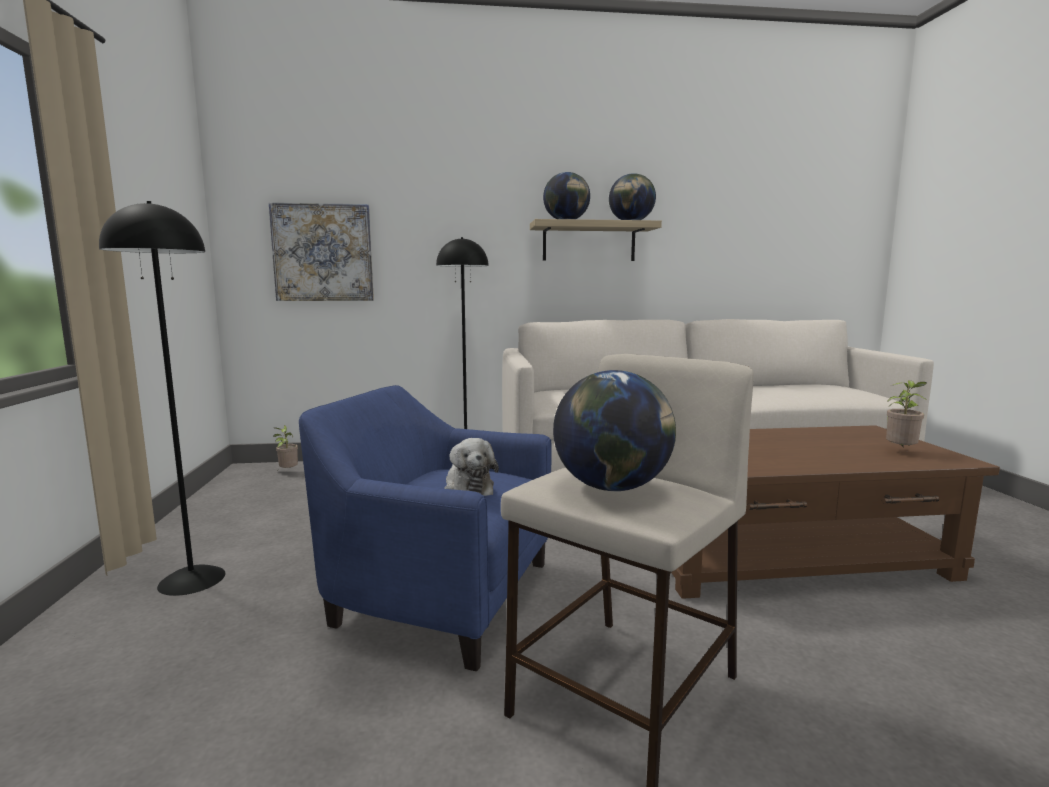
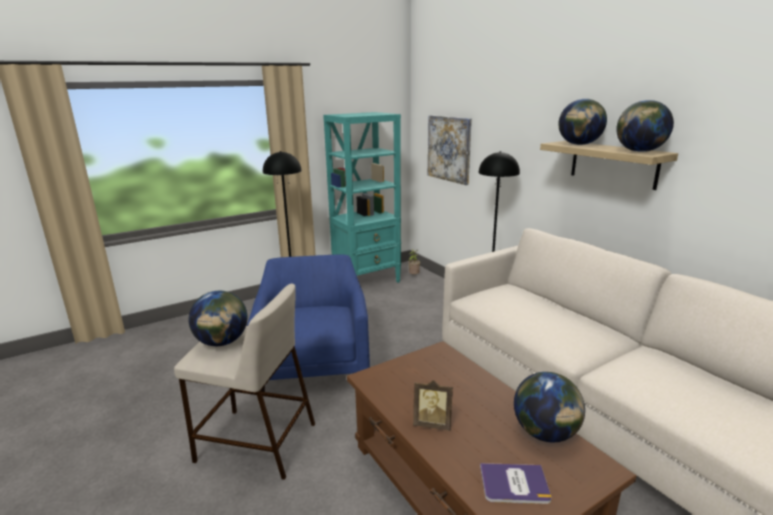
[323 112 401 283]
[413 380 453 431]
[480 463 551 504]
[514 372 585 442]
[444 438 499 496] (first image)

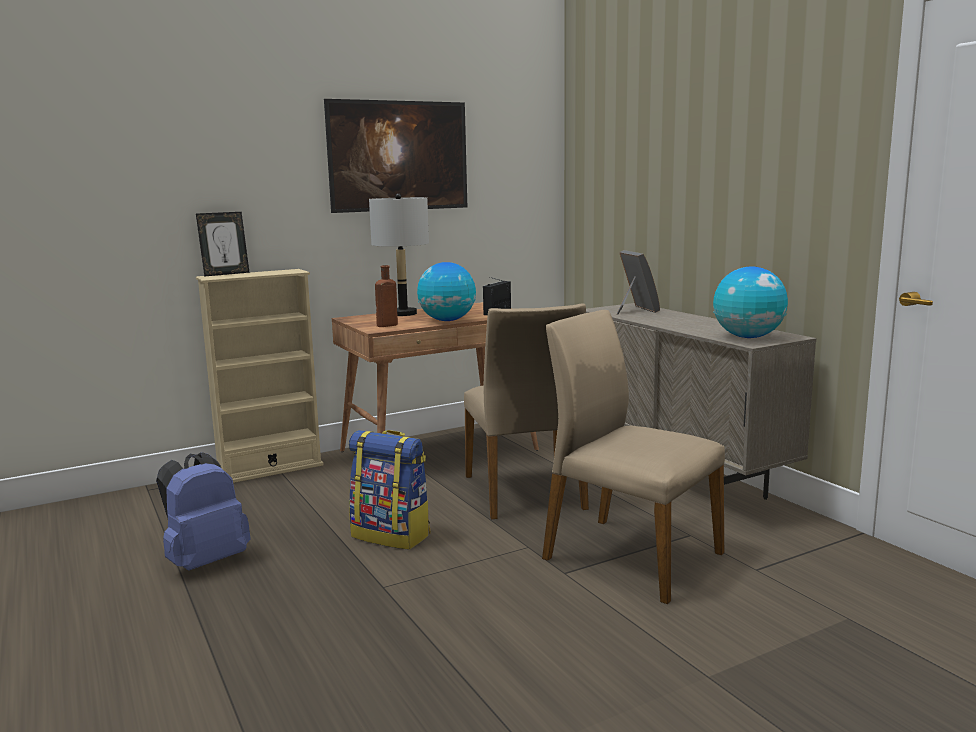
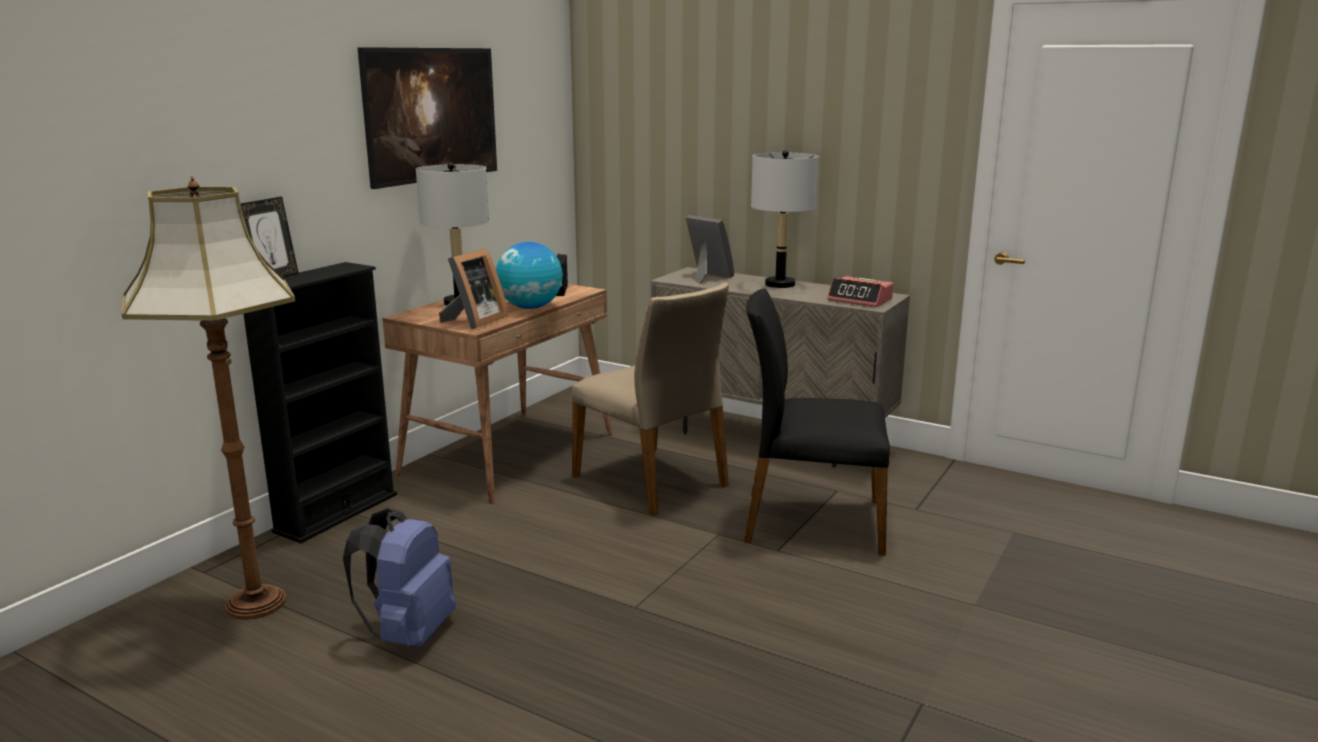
[121 176 295 620]
[243 262 397 543]
[439 248 508 329]
[744 289 890 556]
[751 150 819 288]
[827 276 893 307]
[349 430 430 550] (first image)

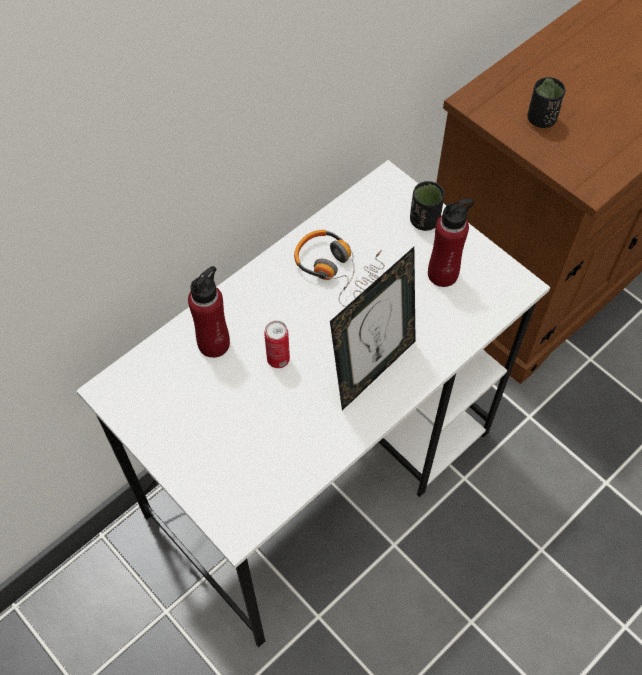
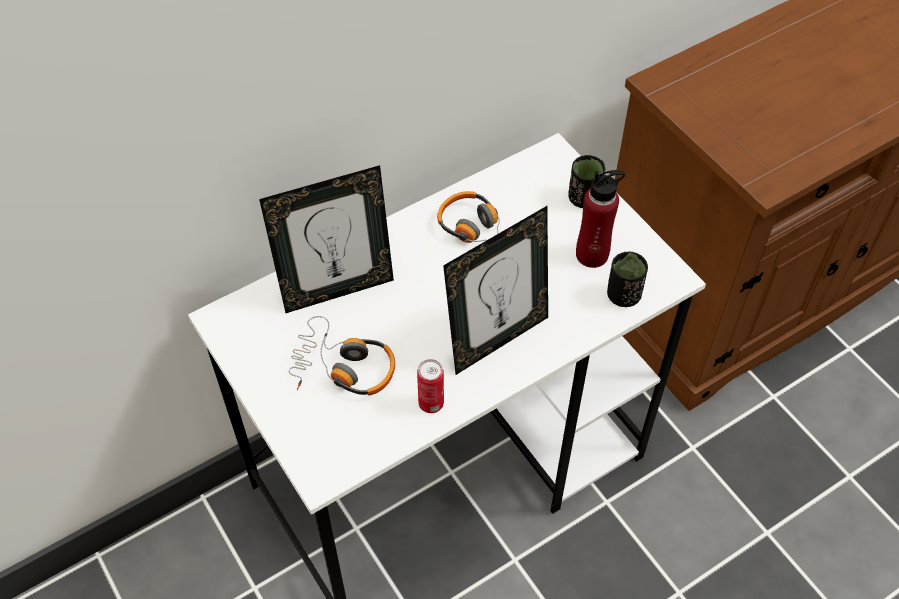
[259 165 394 313]
[289 316 395 395]
[417 359 444 413]
[607 251 648 307]

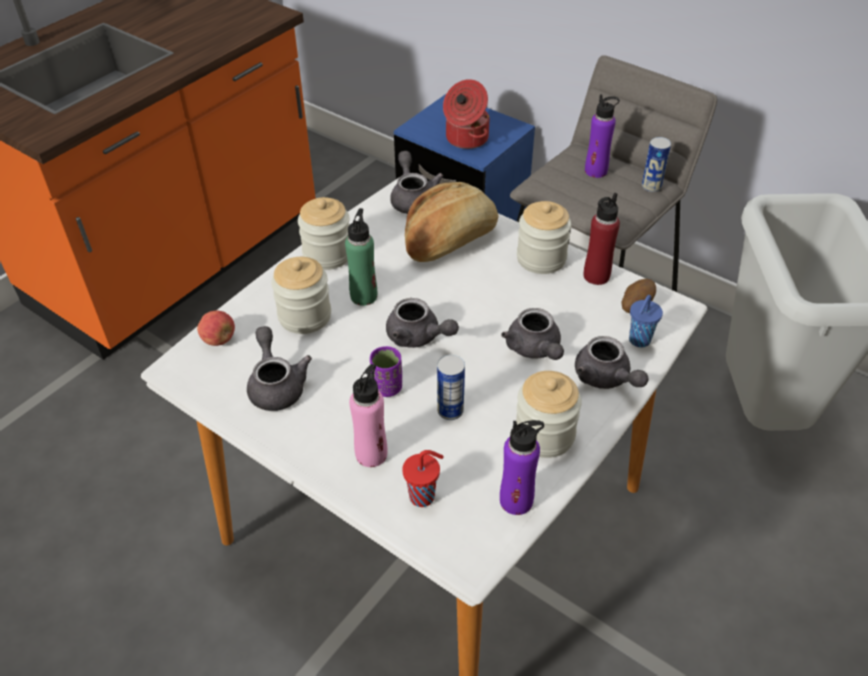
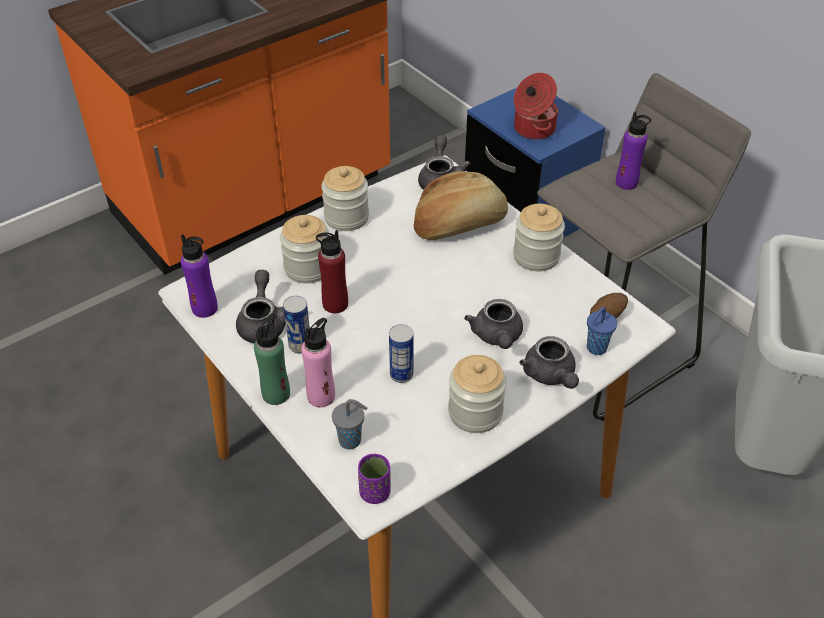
[181 234 218 318]
[254 314 290 405]
[283 296 310 353]
[316 230 348 313]
[332 399 367 449]
[358 454 391 504]
[197 311 235 346] (first image)
[386 298 459 348] (first image)

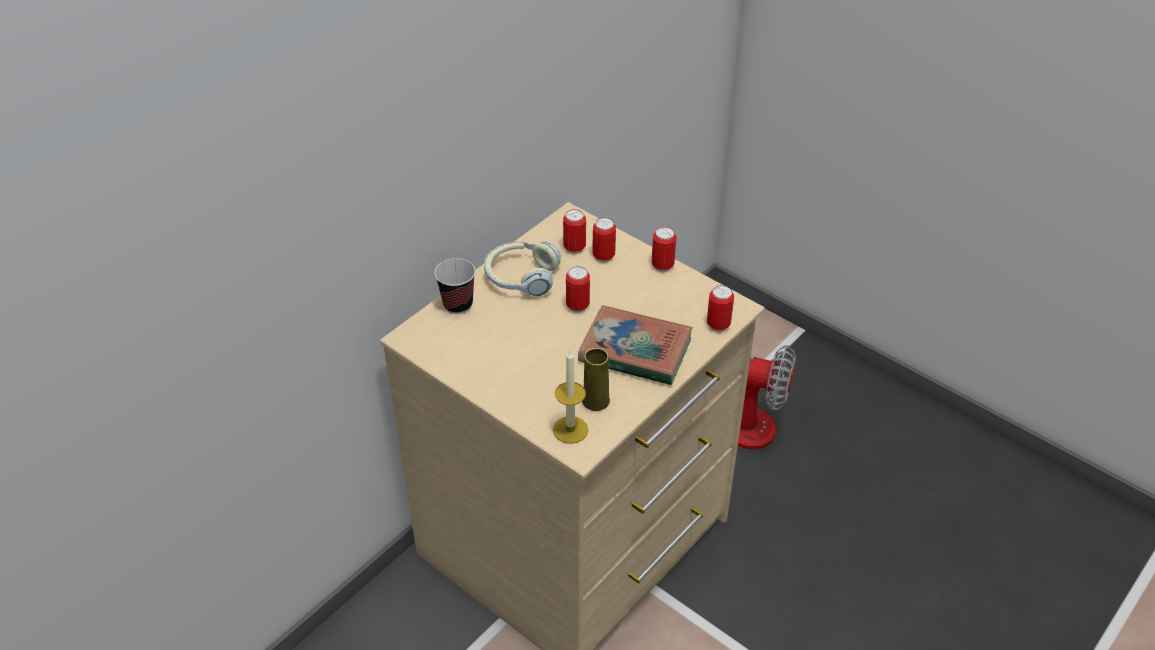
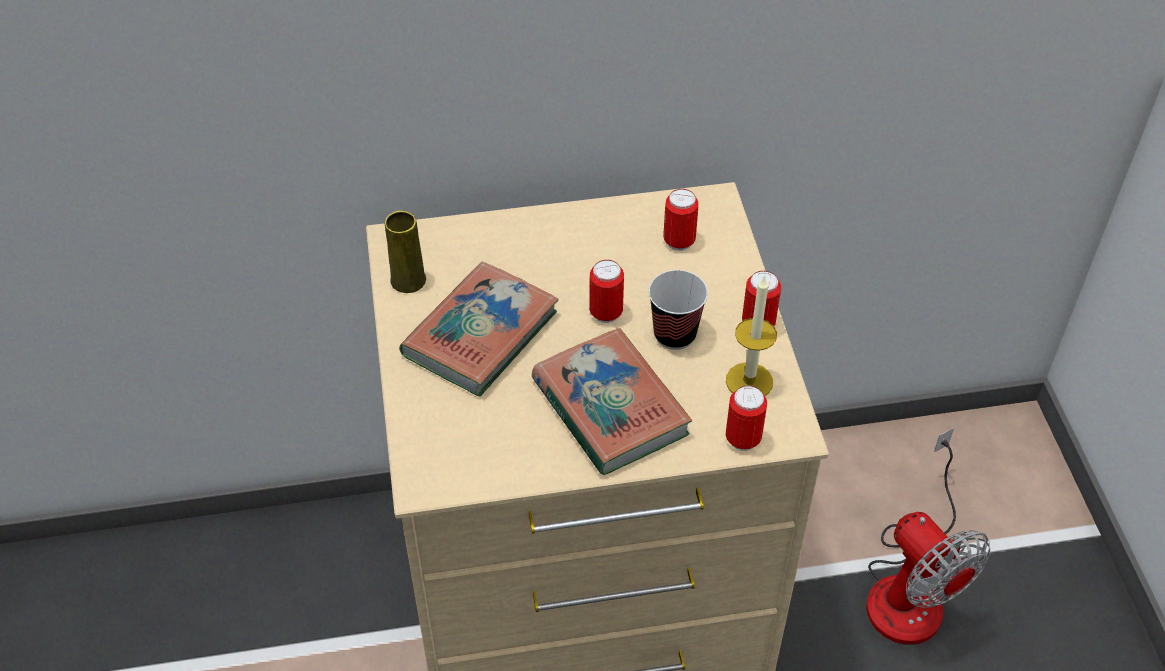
[385 211 426 293]
[399 262 559 396]
[648 270 708 350]
[726 275 777 396]
[484 242 561 296] (first image)
[592 218 616 262] (first image)

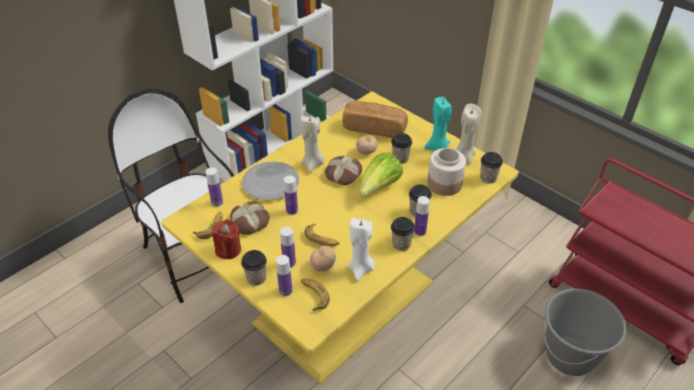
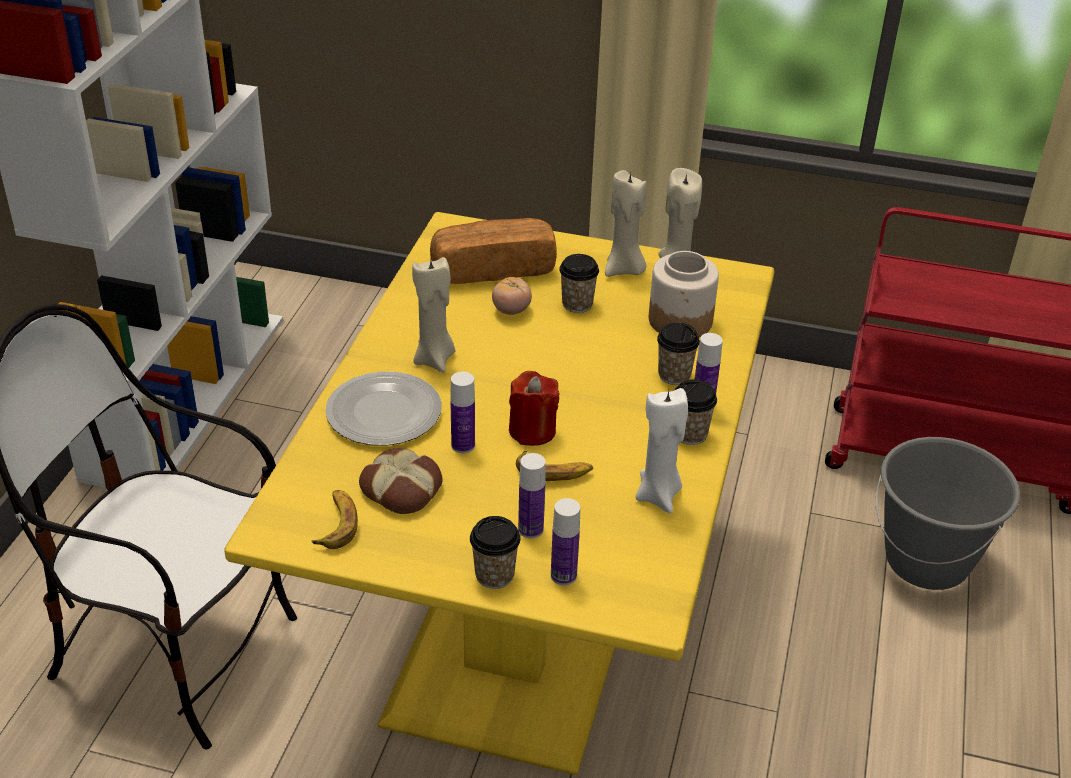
[509 371 559 446]
[605 170 647 277]
[206 167 223 207] (first image)
[300 278 330 311] (first image)
[310 246 336 271] (first image)
[325 156 362 186] (first image)
[360 153 403 197] (first image)
[480 152 503 184] (first image)

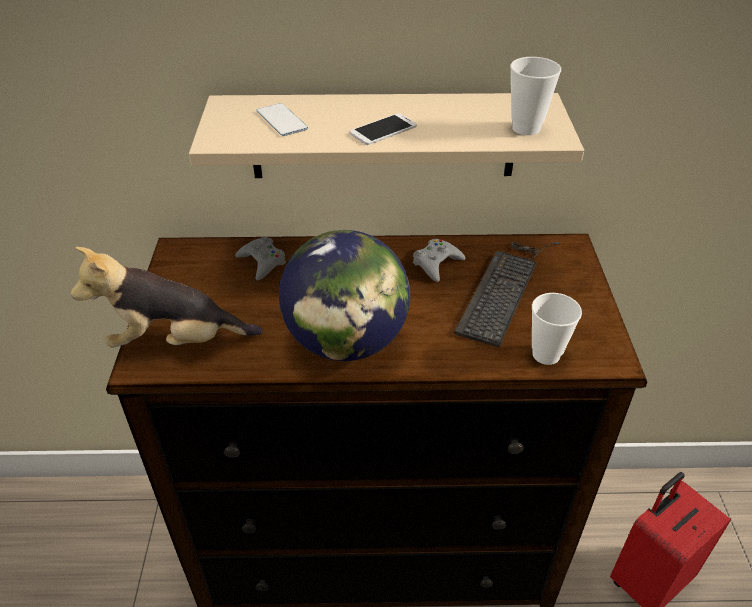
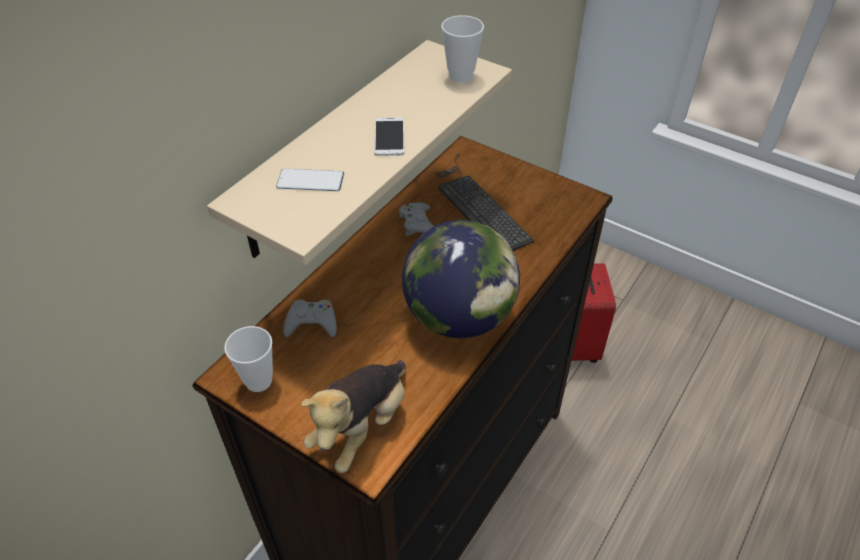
[224 326 273 392]

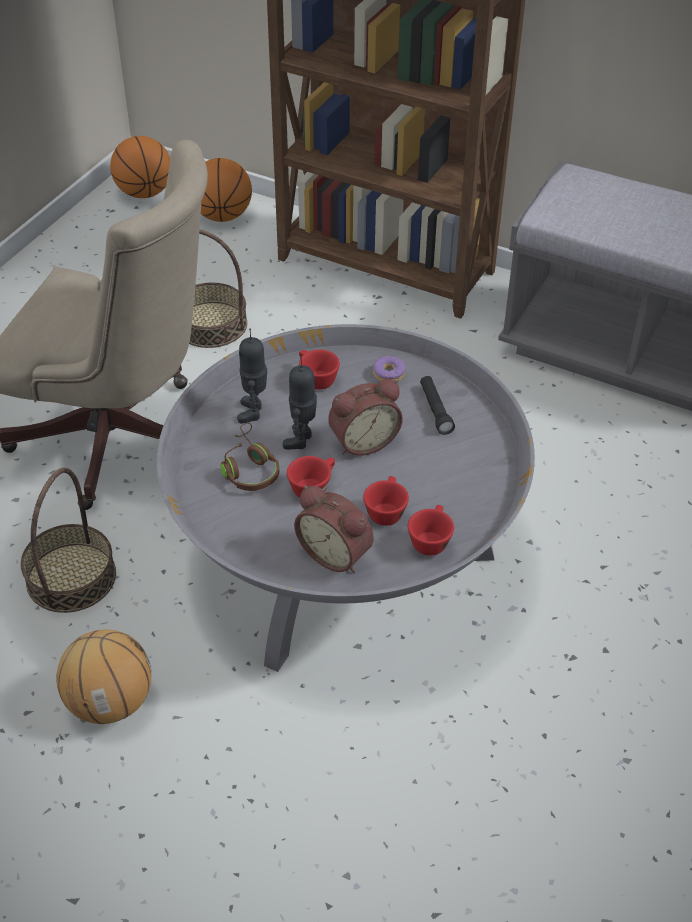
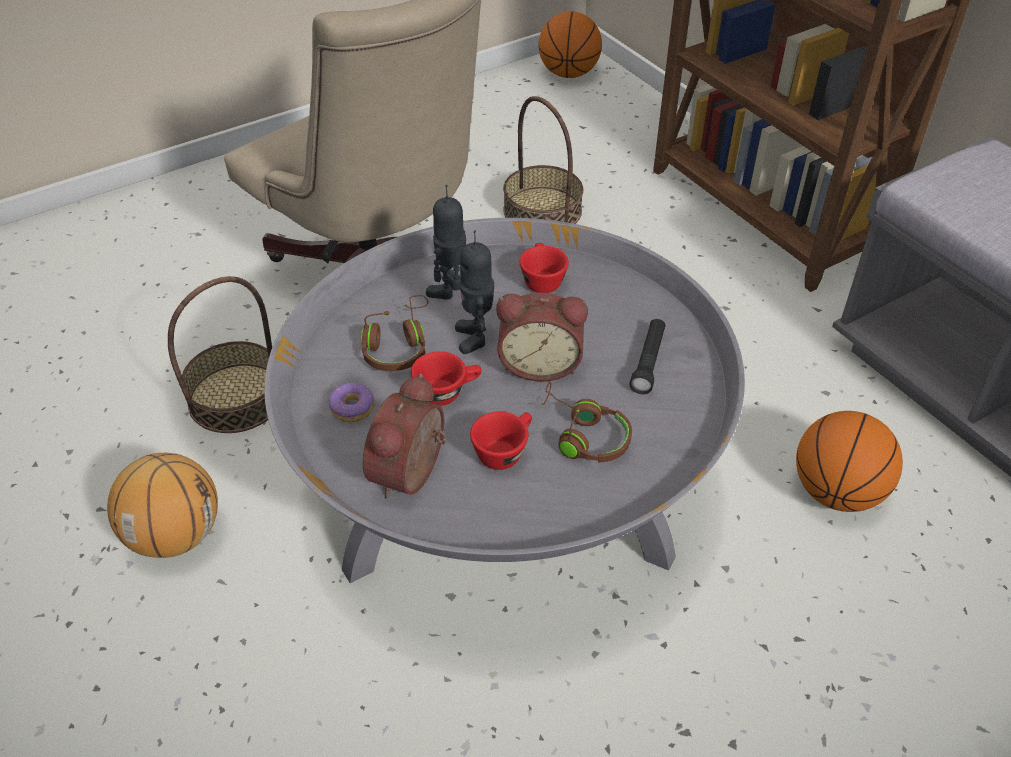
[328 383 375 422]
[363 374 446 499]
[455 230 494 354]
[541 382 632 463]
[796 411 903 512]
[408 505 454 555] (first image)

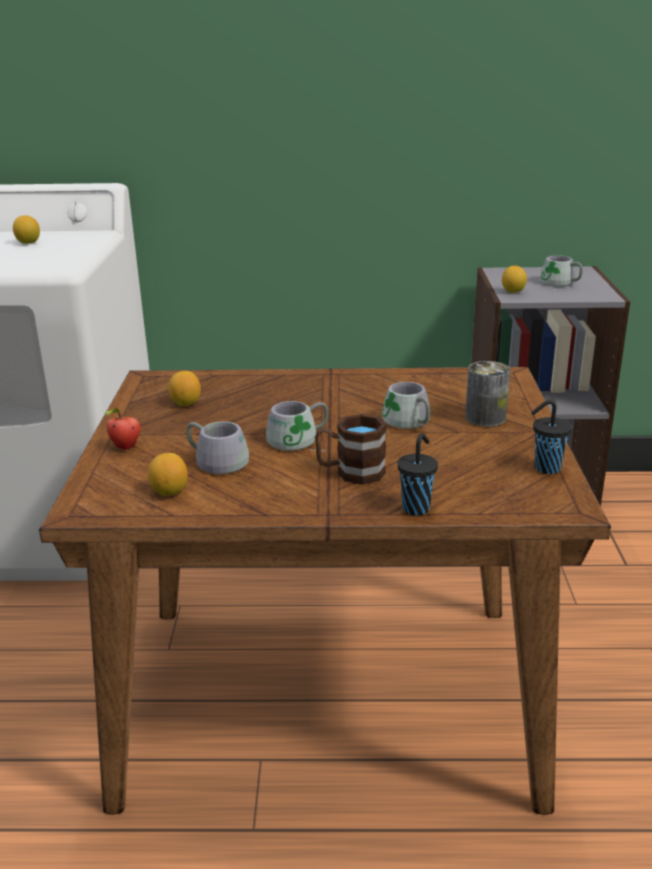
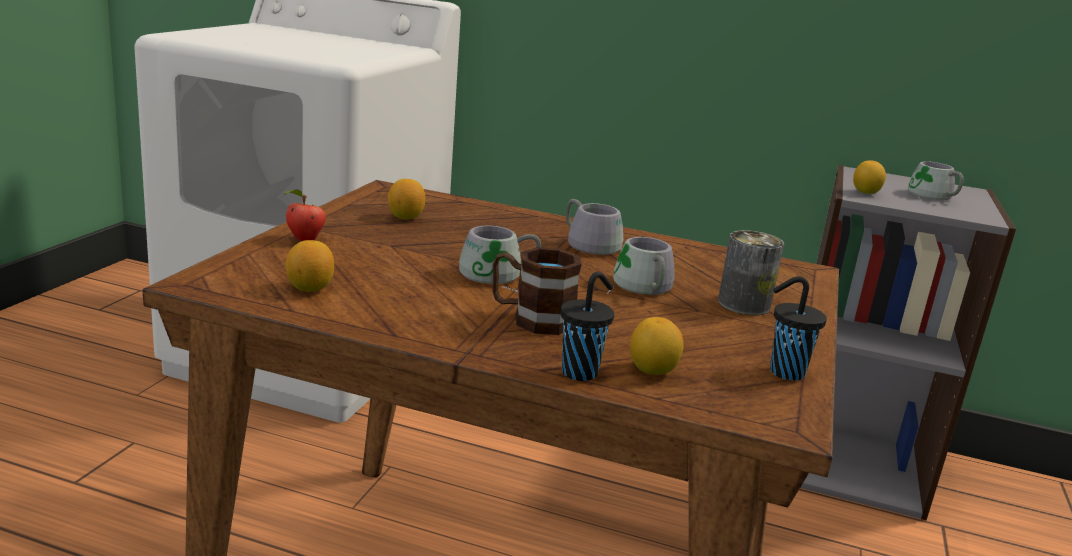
[566 199 623 255]
[630 317 684 375]

